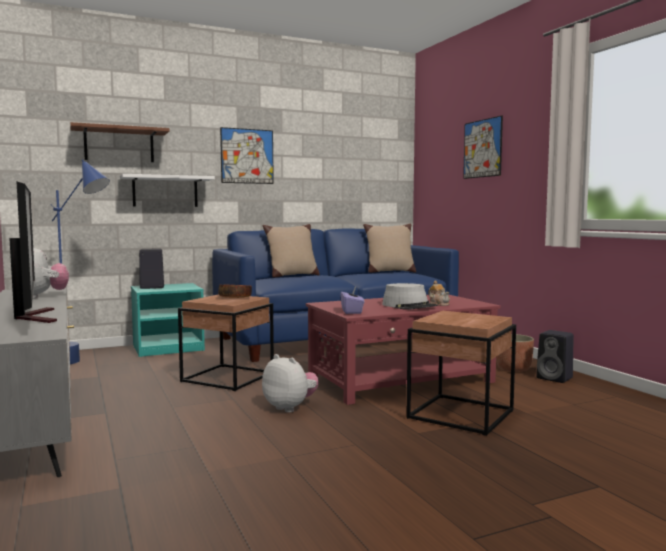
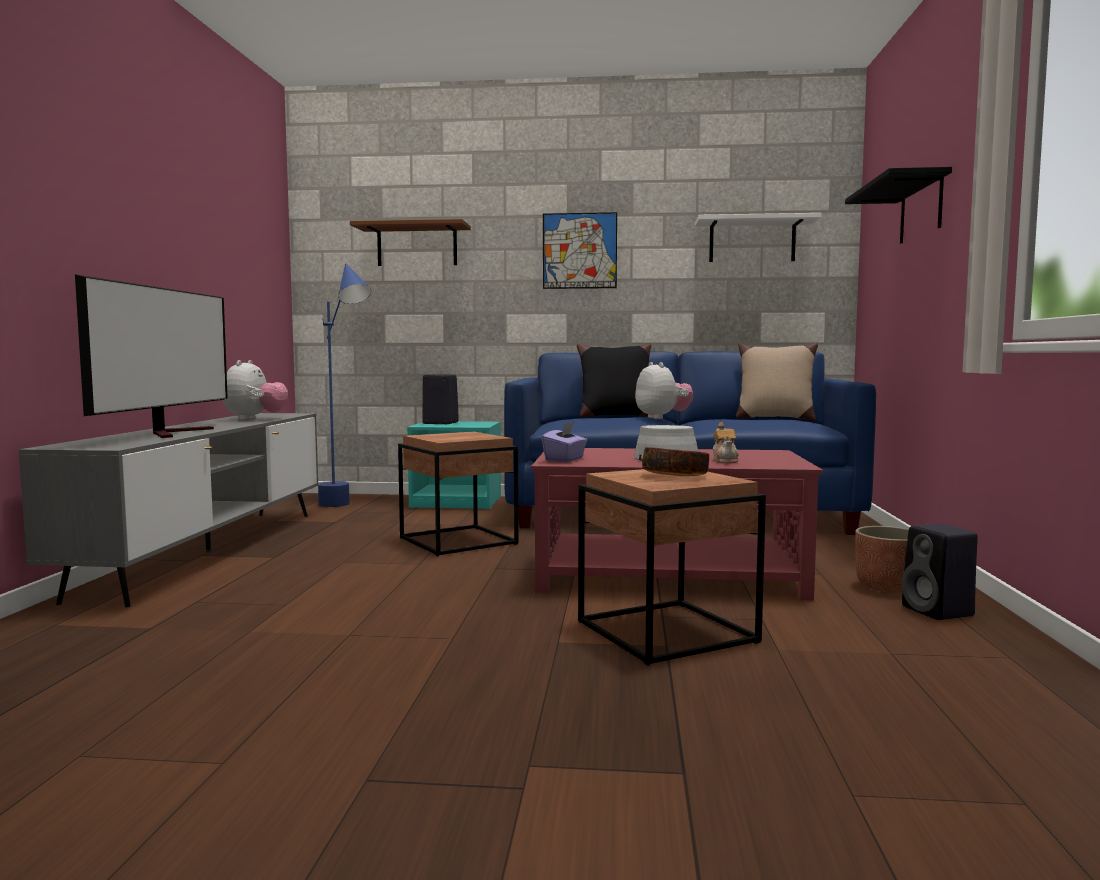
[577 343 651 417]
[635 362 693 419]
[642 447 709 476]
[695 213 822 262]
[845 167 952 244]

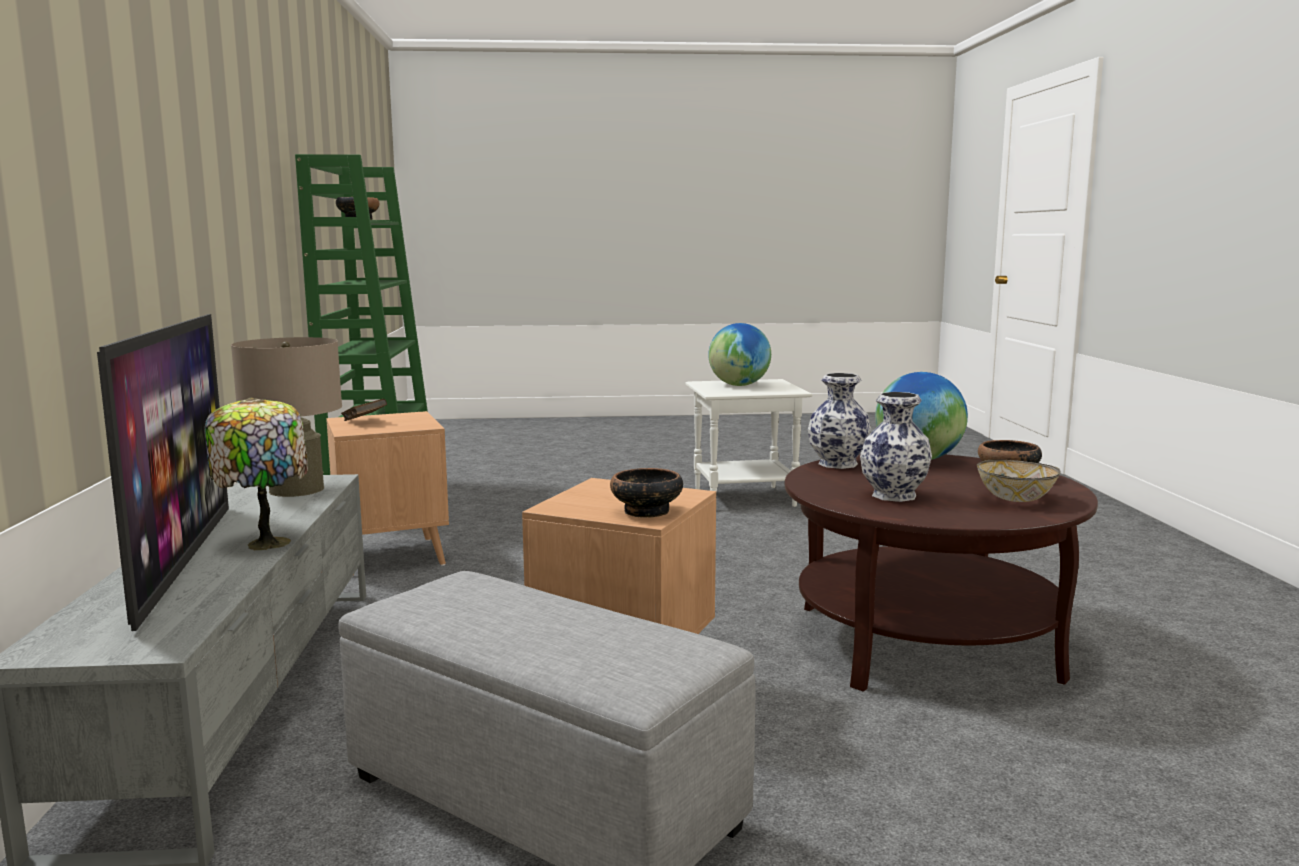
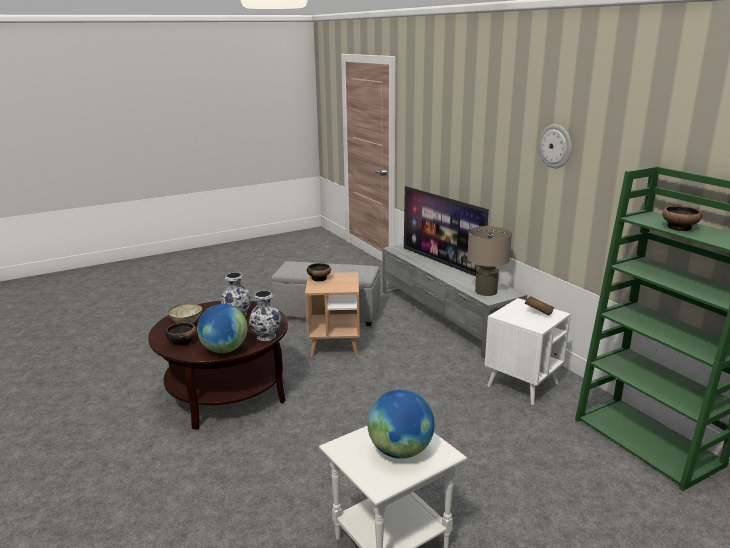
[485 298 571 405]
[539 124 572 168]
[205 397 308 550] (first image)

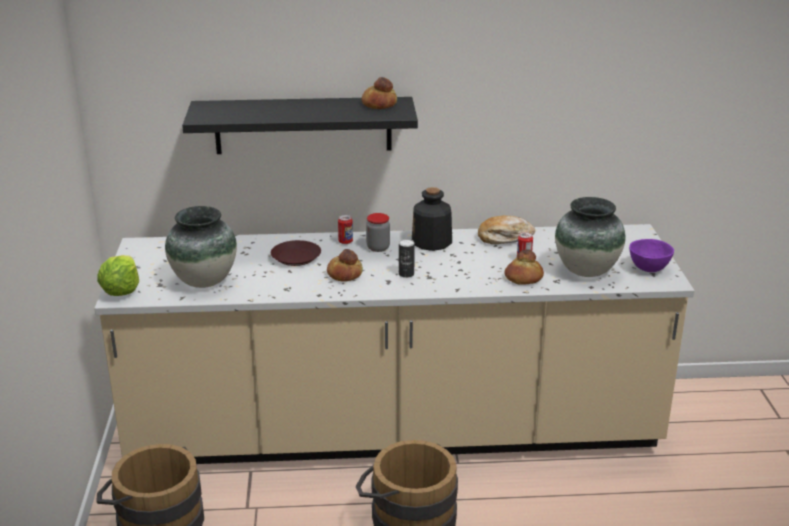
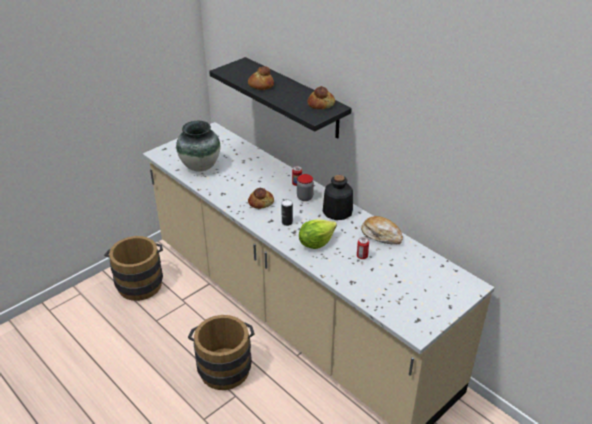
[248 66 274 90]
[299 219 337 249]
[271 240 321 266] (first image)
[555 197 626 277] (first image)
[629 239 674 272] (first image)

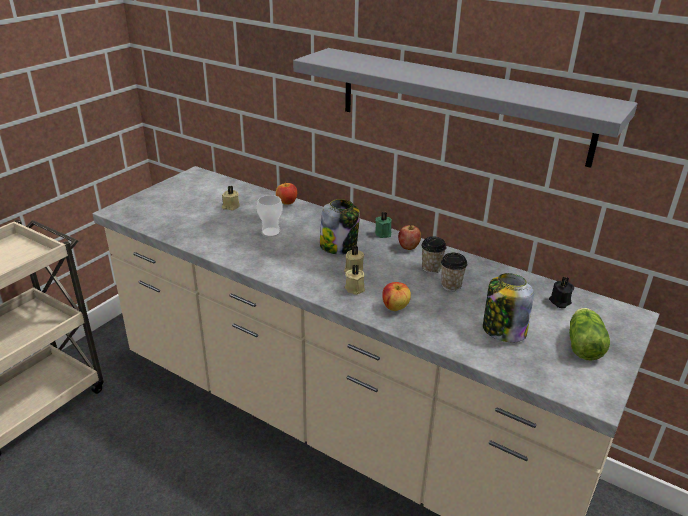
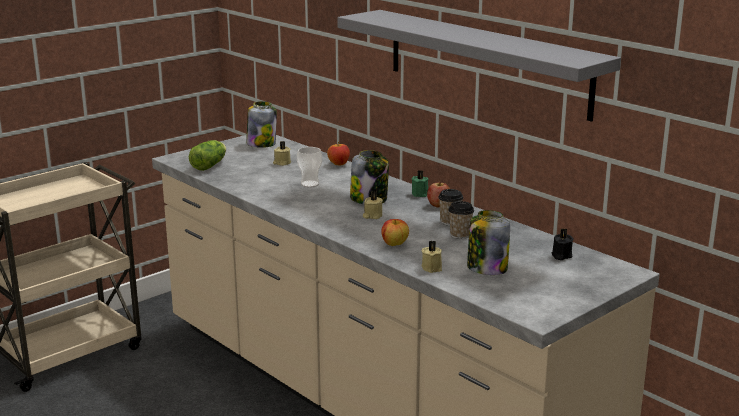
[189 140 226 171]
[246 101 277 148]
[422 241 442 273]

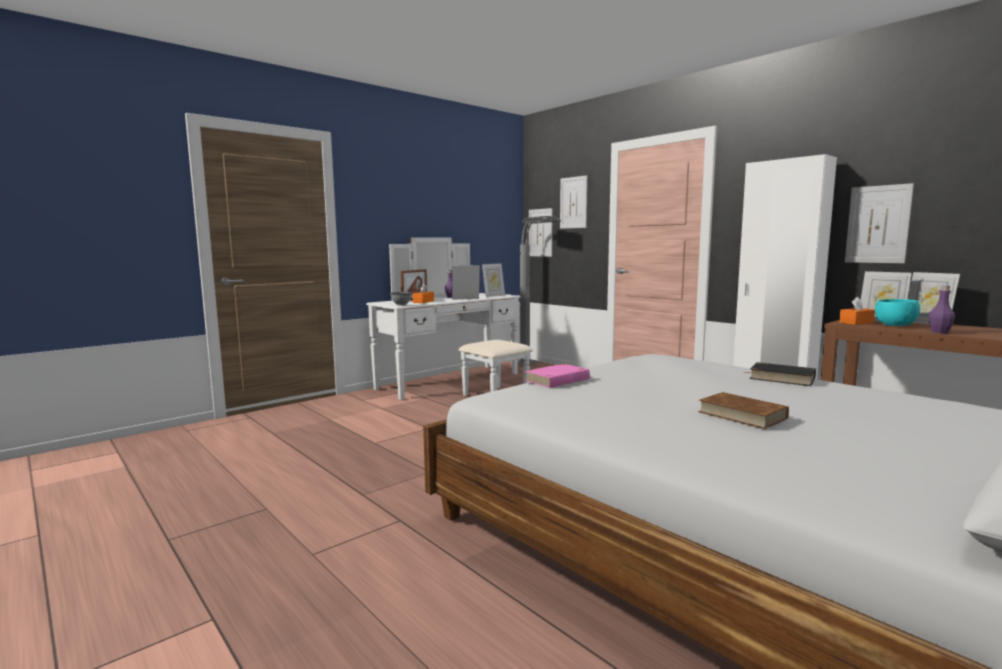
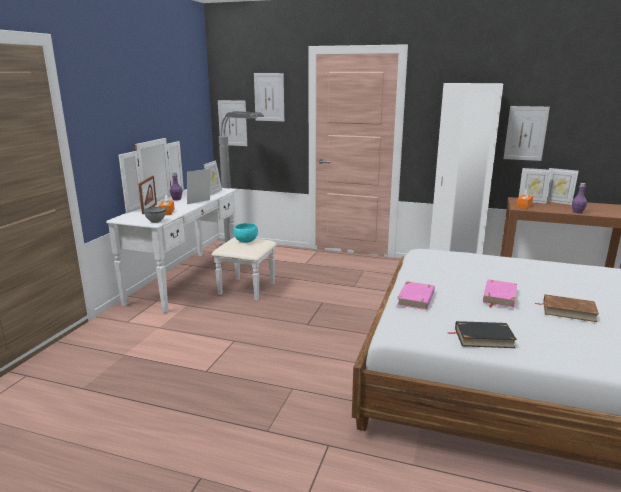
[234 223 258 243]
[448 321 517 348]
[483 279 517 308]

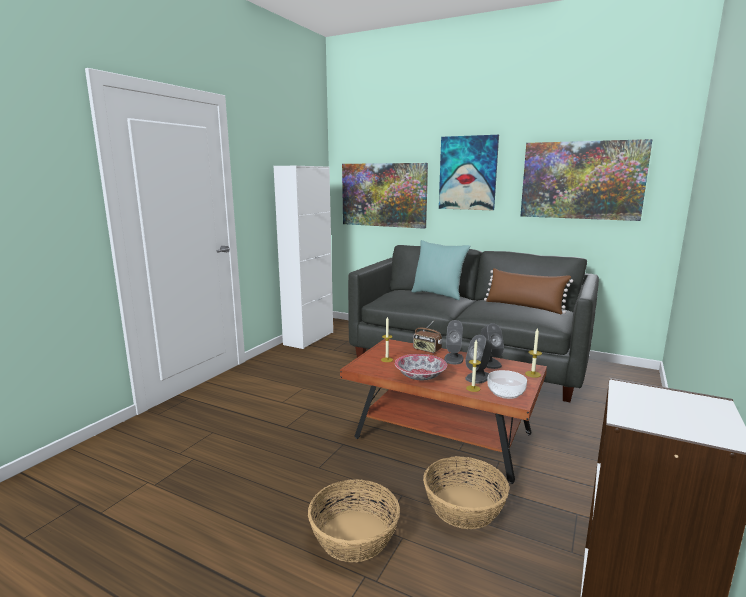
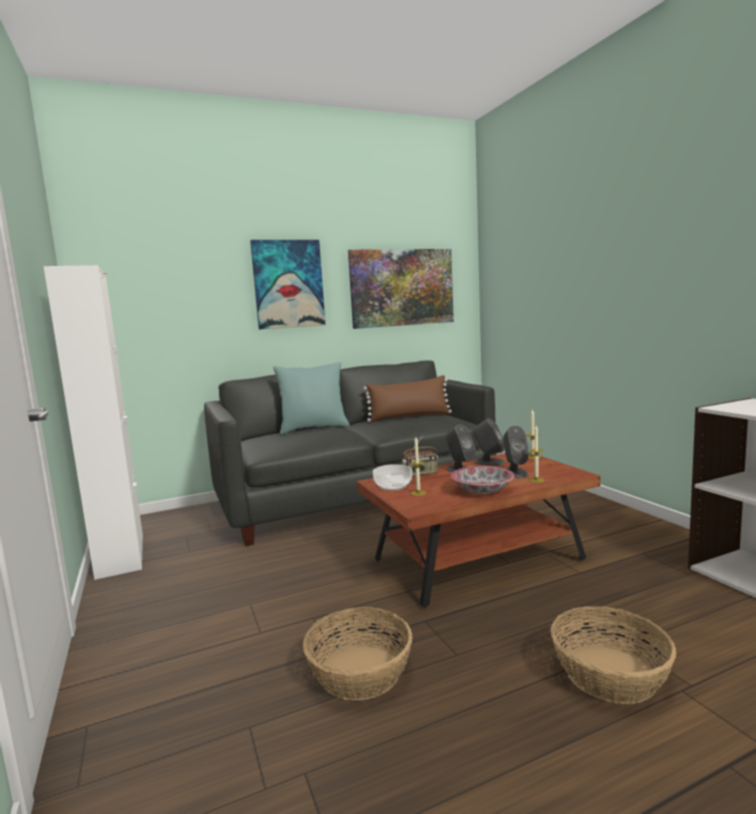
[303 607 413 701]
[373 464 412 491]
[342 163 428 229] (first image)

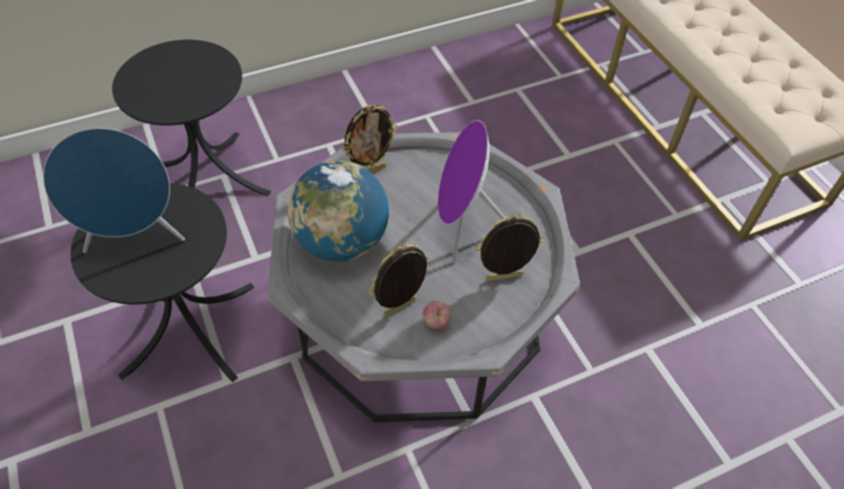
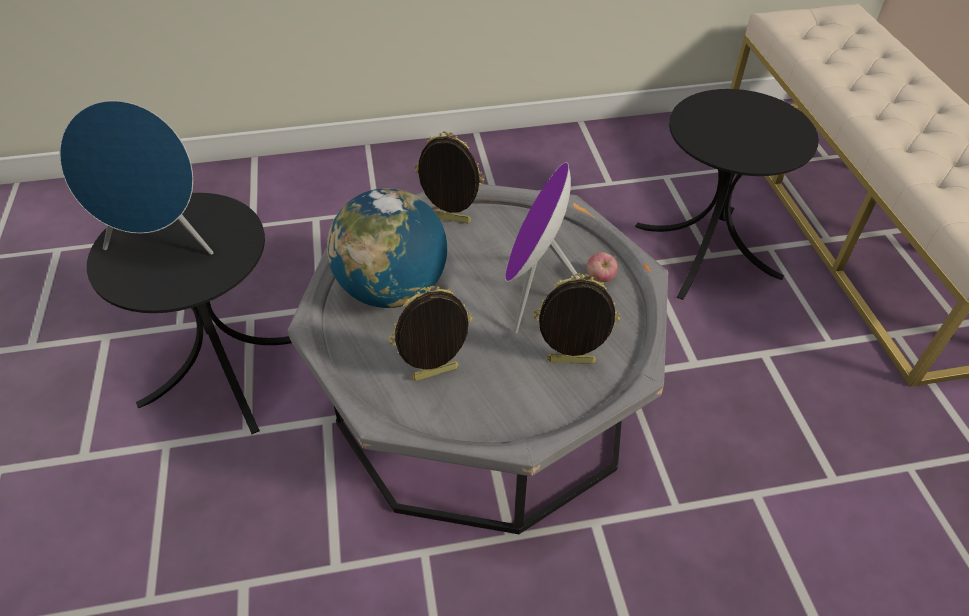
[415 131 484 223]
[587 252 618 282]
[635 89 819 300]

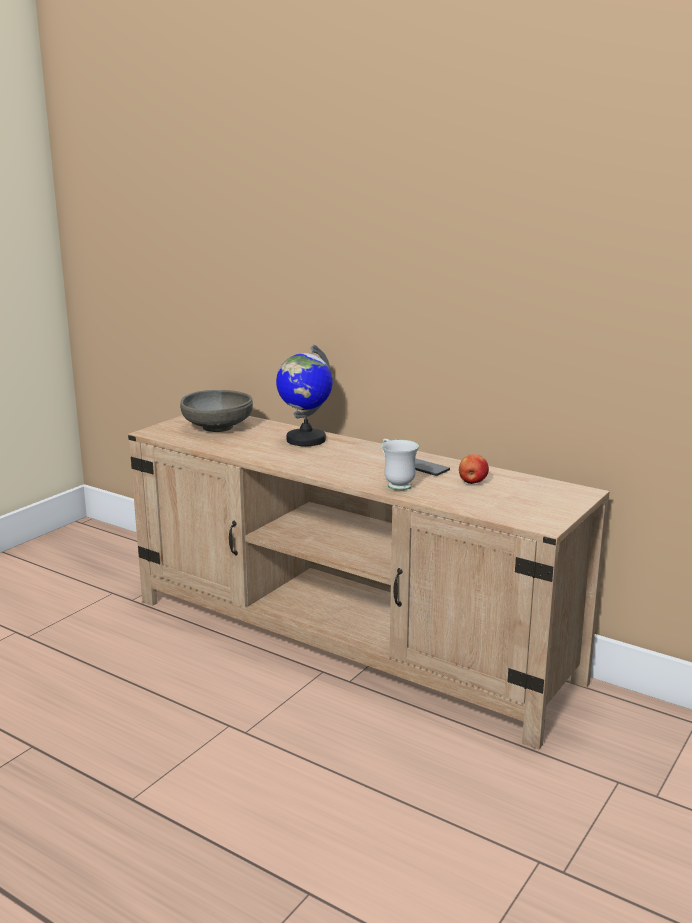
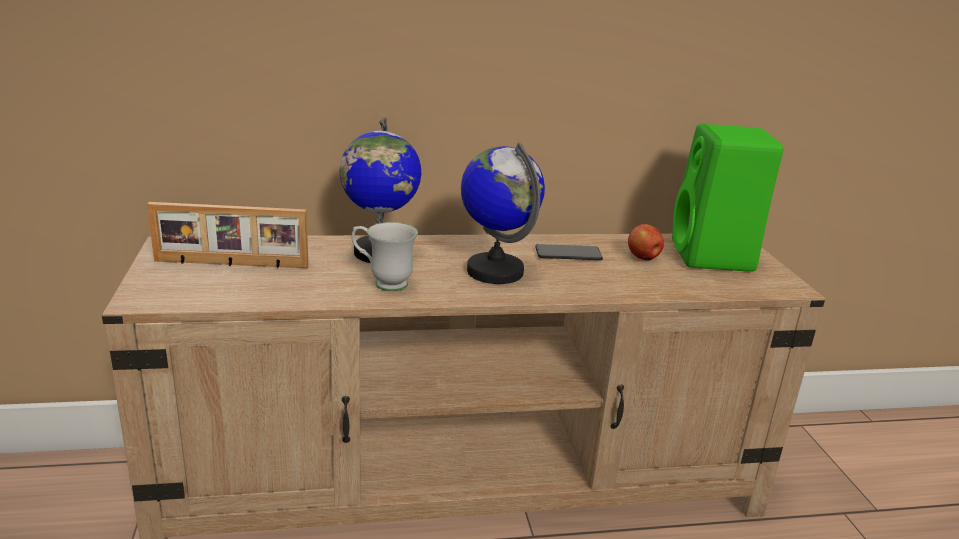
[147 202 309 268]
[351 222 418 291]
[461 142 545 284]
[672 124 783 272]

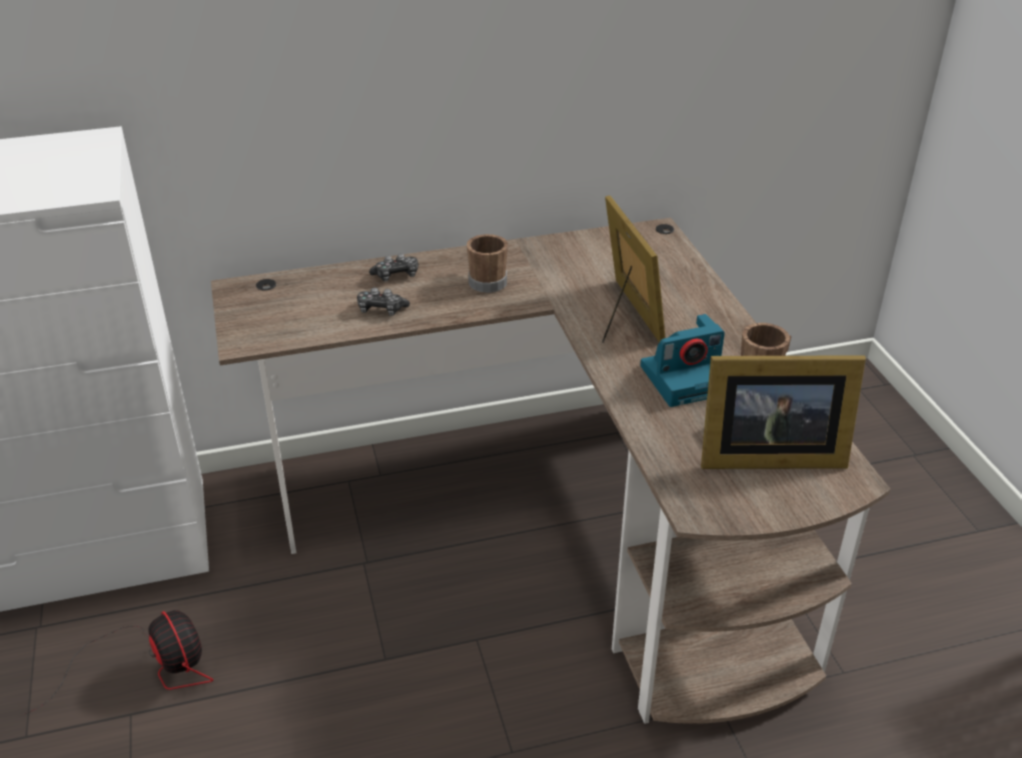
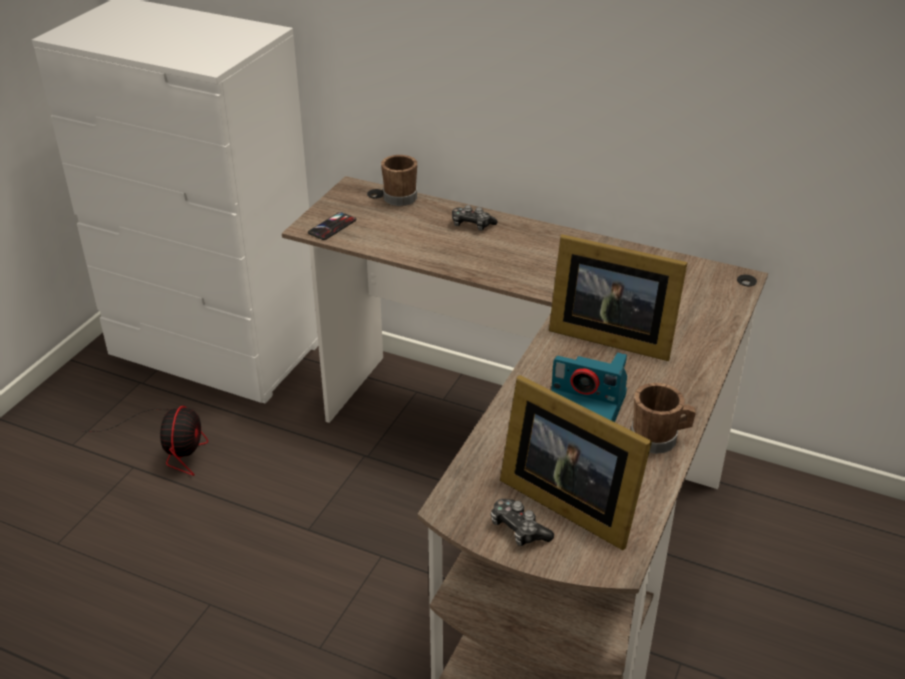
[308 212 356 240]
[381 155 417 206]
[491 499 554 546]
[549 234 688 361]

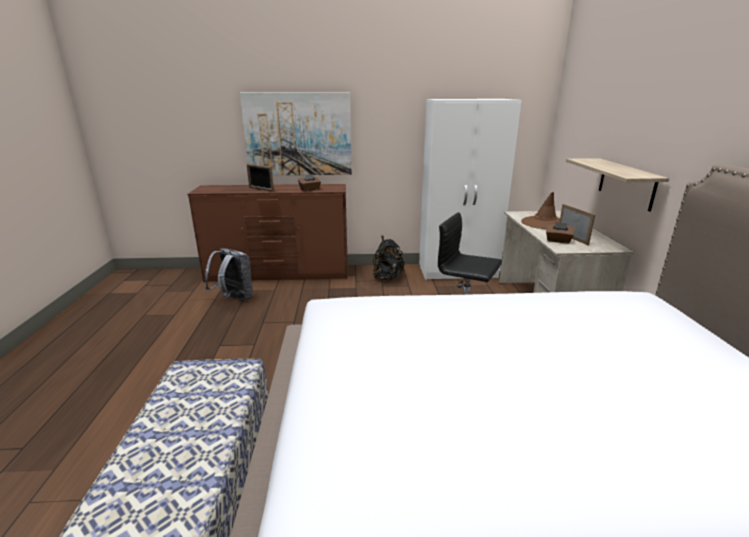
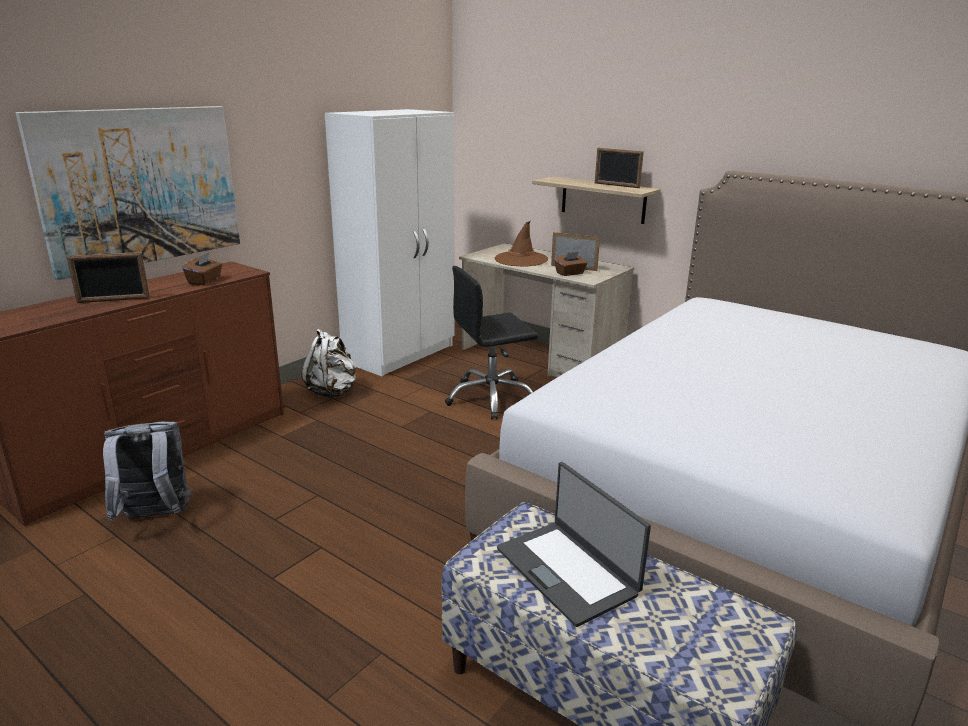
[302 329 356 397]
[497 462 651 627]
[595 148 644 188]

